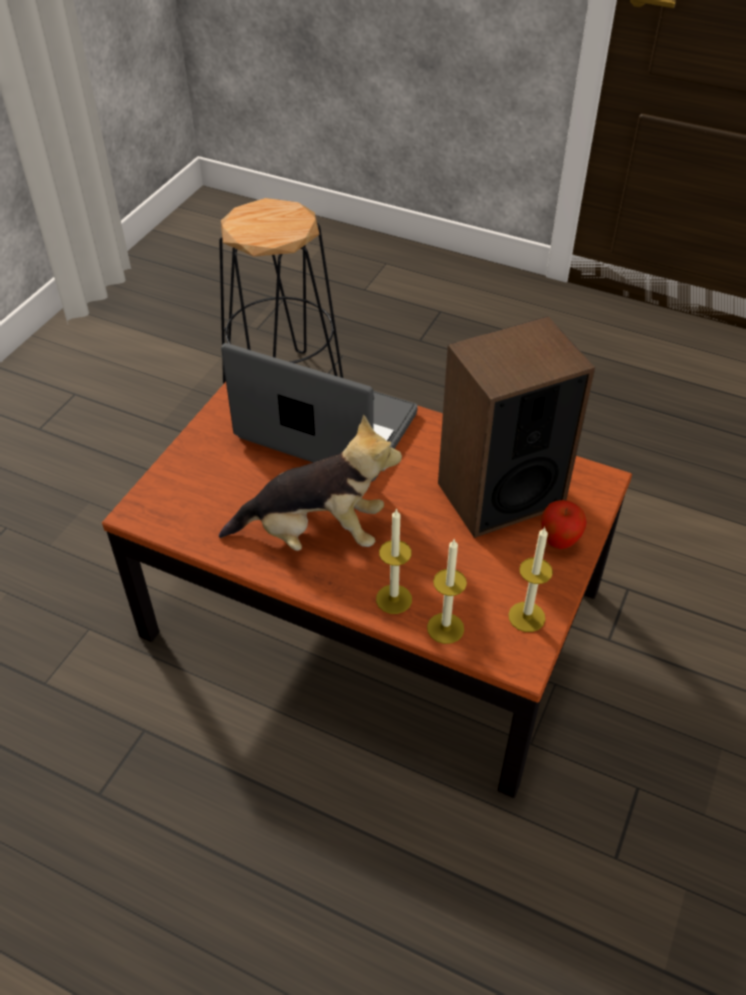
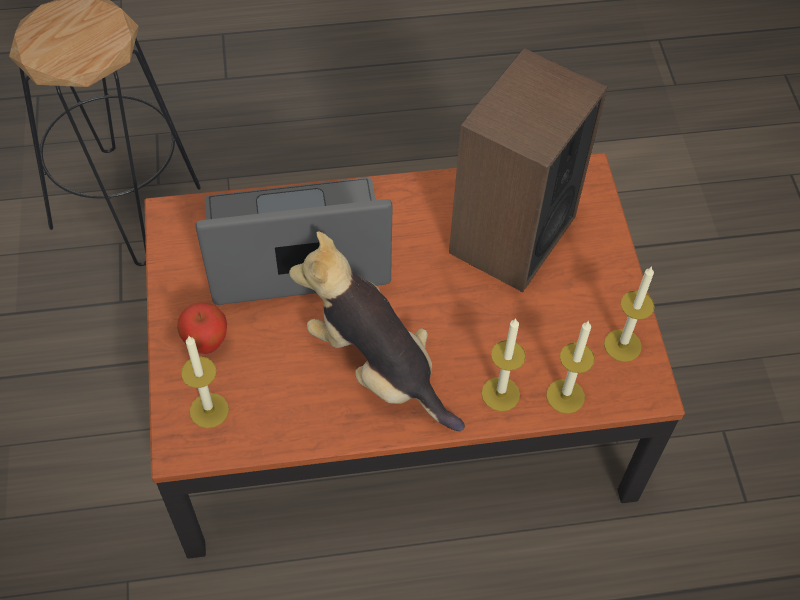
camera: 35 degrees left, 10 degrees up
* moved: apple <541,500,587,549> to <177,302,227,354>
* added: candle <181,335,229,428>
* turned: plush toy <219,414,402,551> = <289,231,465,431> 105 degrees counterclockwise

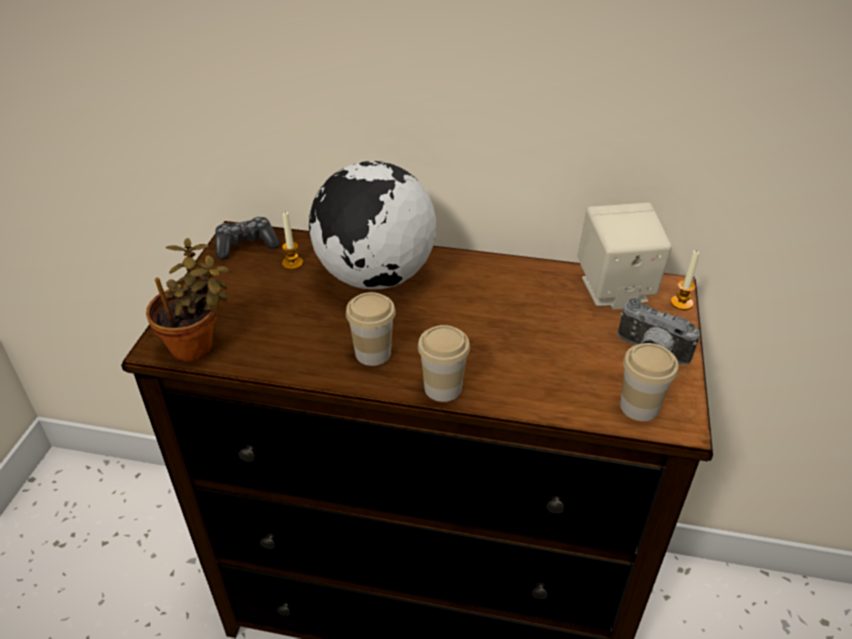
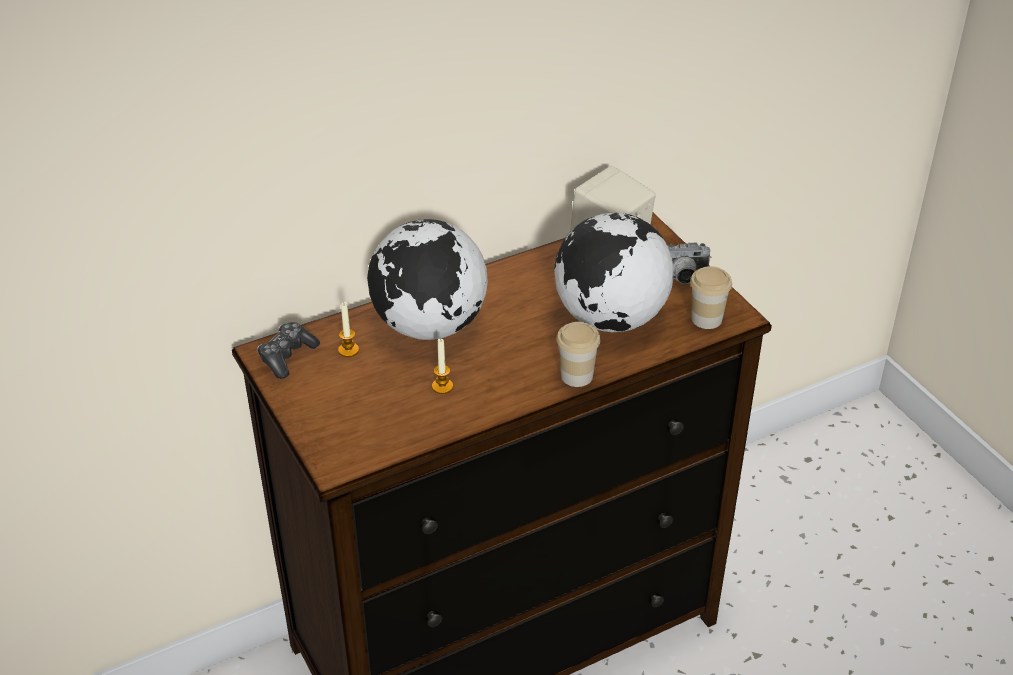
camera: 40 degrees left, 0 degrees up
* moved: candle <670,250,699,310> to <432,339,453,394>
* added: globe <554,213,674,332>
* removed: potted plant <146,238,230,361>
* removed: cup <346,292,396,366>

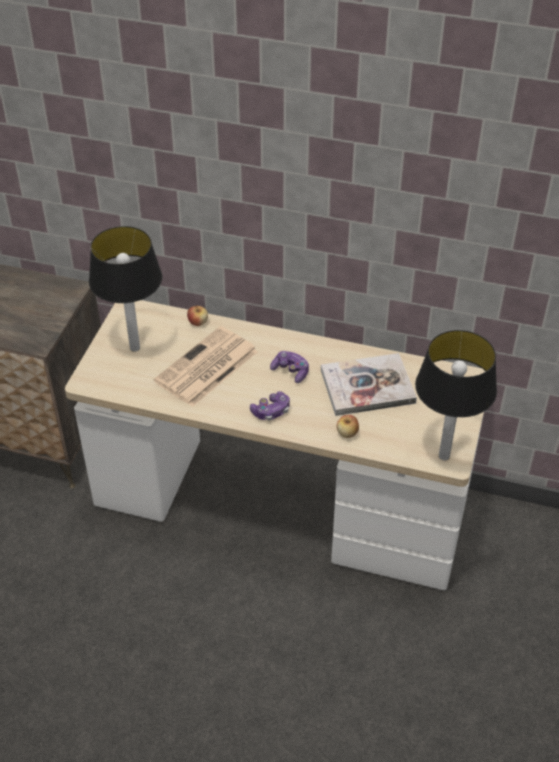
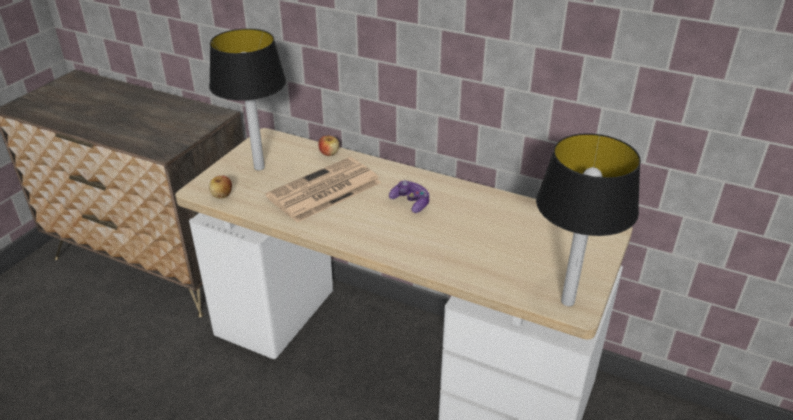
camera: 10 degrees right, 10 degrees down
* moved: apple <337,415,359,438> to <209,176,232,198>
* removed: game controller <250,391,290,421>
* removed: book <321,353,417,416>

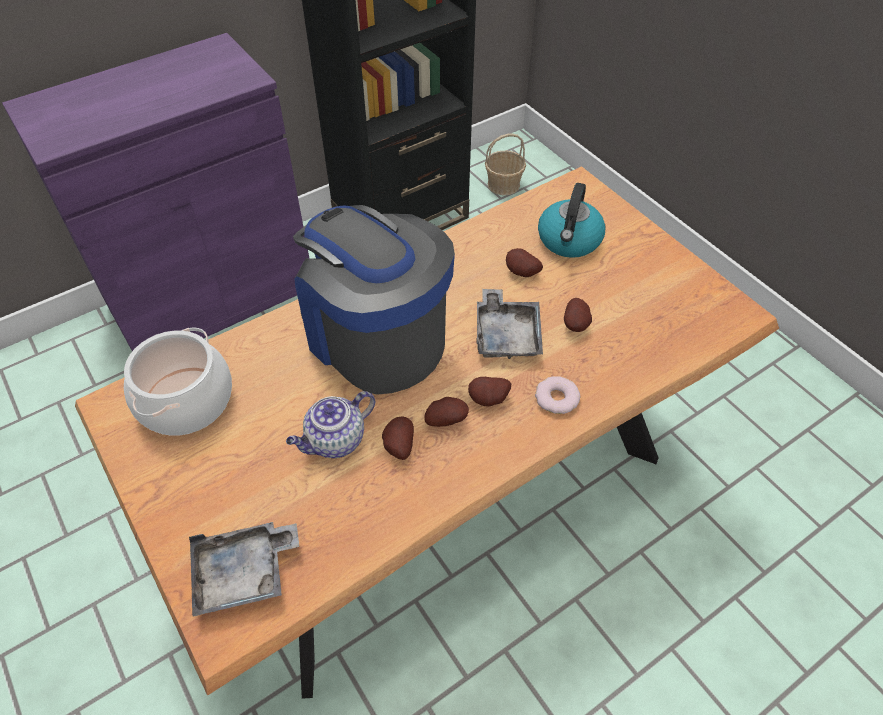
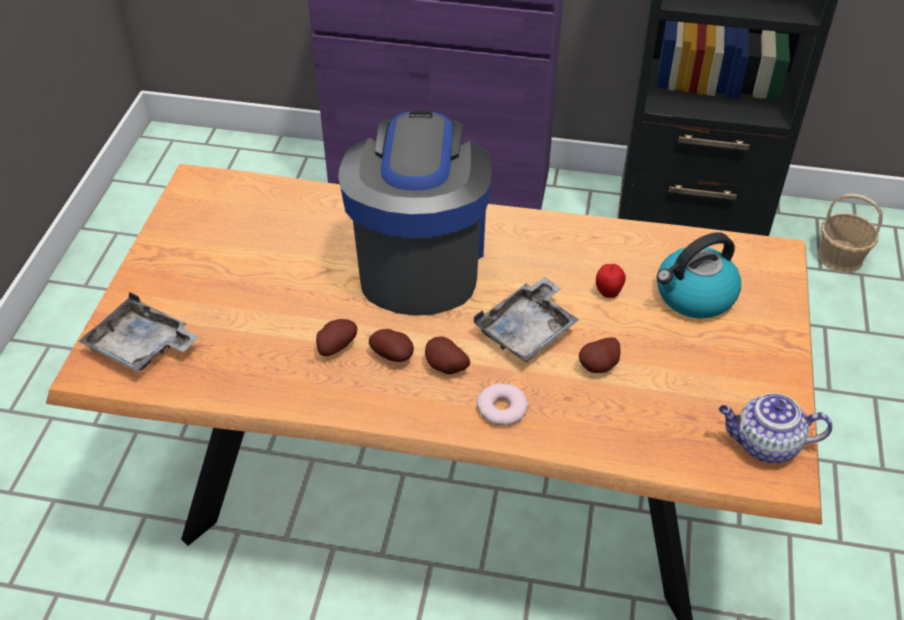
camera: 45 degrees right, 5 degrees down
* replaced: potato <506,248,543,277> to apple <596,264,626,298>
* moved: teapot <286,391,375,458> to <719,393,833,463>
* removed: cooking pot <124,327,232,436>

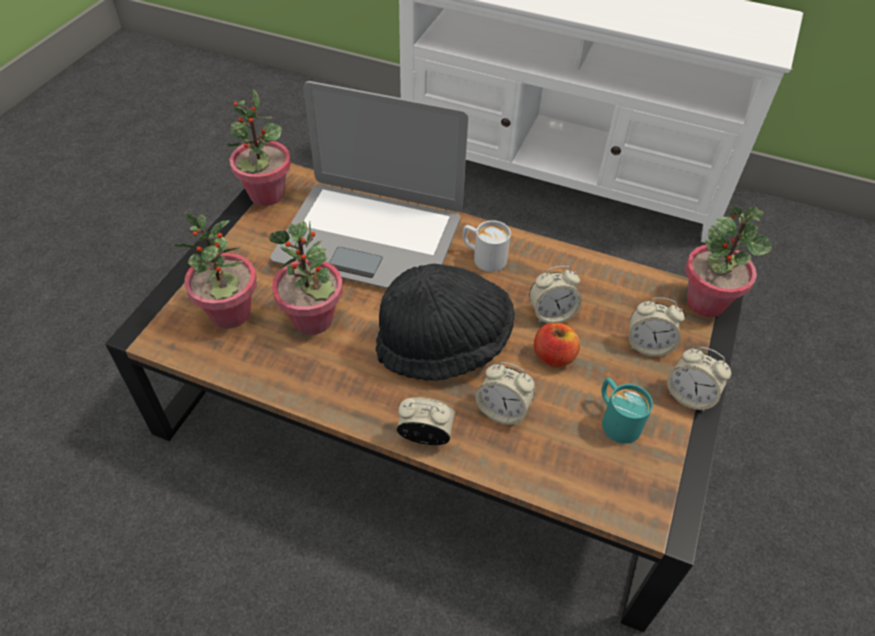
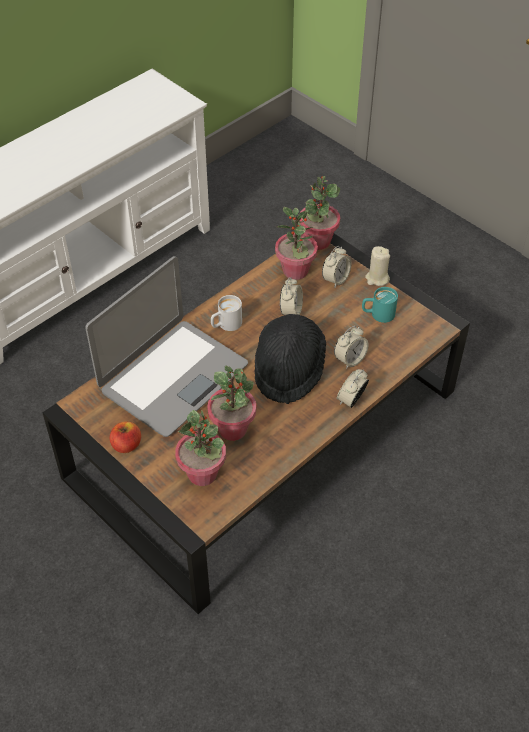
camera: 65 degrees left, 0 degrees up
* moved: apple <534,323,580,367> to <110,421,141,453>
* moved: potted plant <226,89,291,206> to <275,207,318,280>
* replaced: alarm clock <667,347,731,412> to beige candle <365,246,390,286>

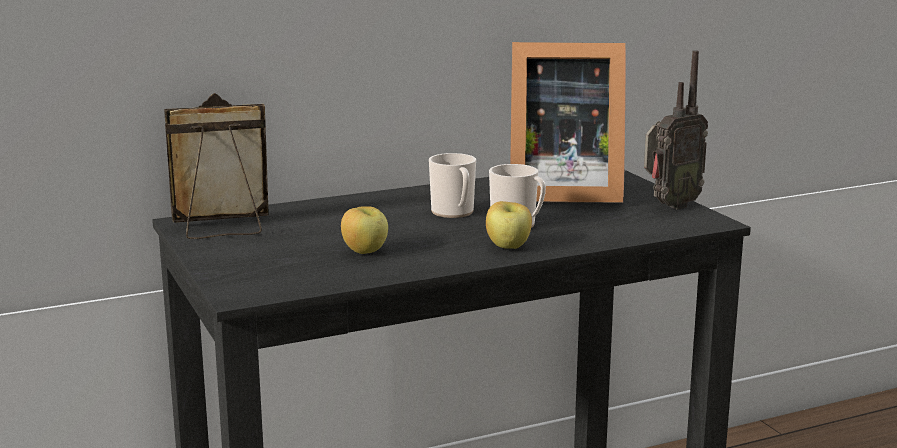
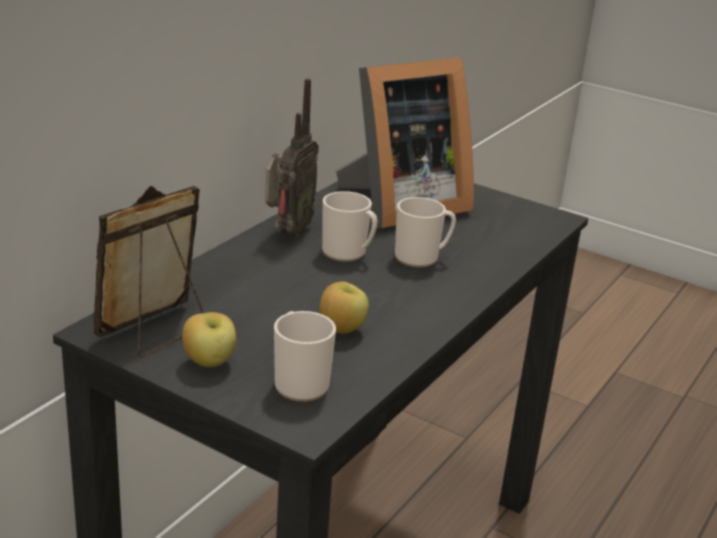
camera: 35 degrees left, 10 degrees up
* moved: apple <486,201,532,249> to <182,312,236,367>
* moved: radio <644,50,708,209> to <265,78,319,237>
* added: mug <274,311,336,402>

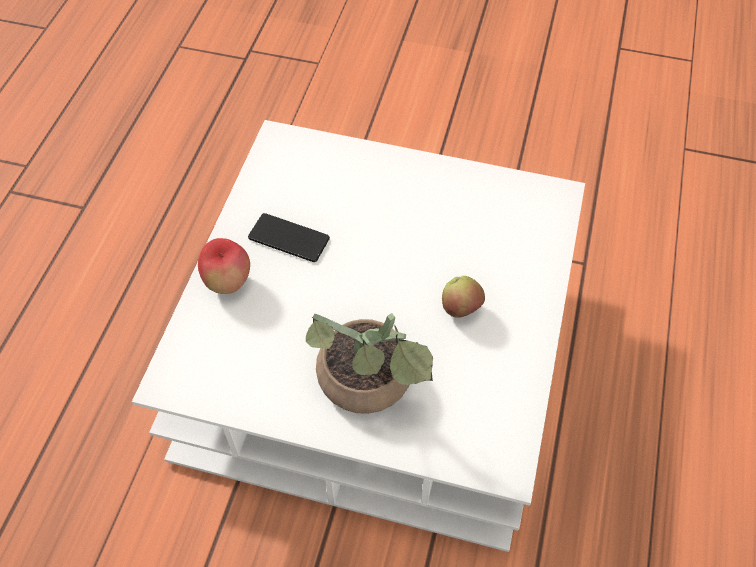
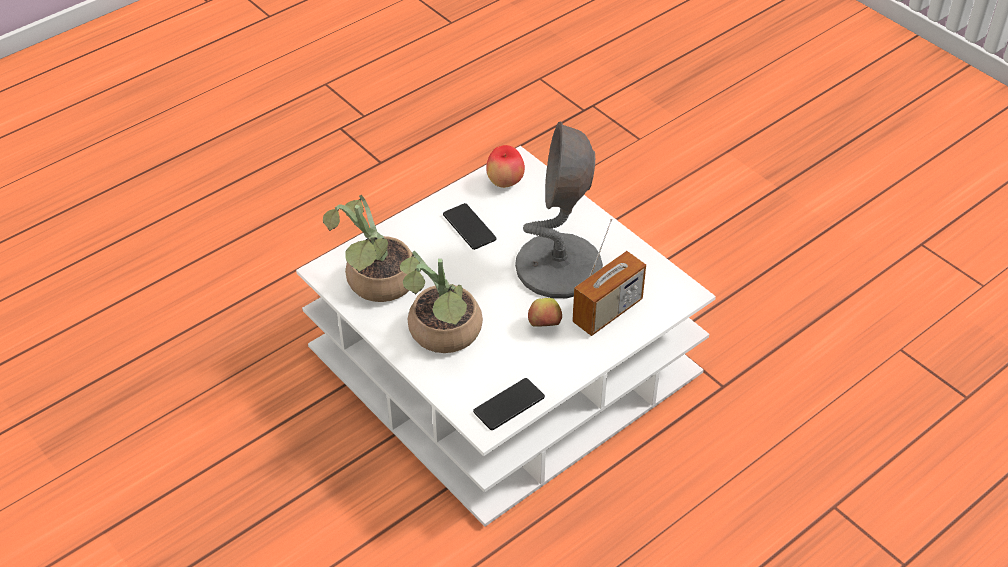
camera: 35 degrees right, 10 degrees down
* added: potted plant <323,195,415,302>
* added: phone <473,378,545,430>
* moved: apple <198,238,250,294> to <487,145,525,188>
* added: grey table lamp <515,122,603,298>
* added: radio <572,218,646,336>

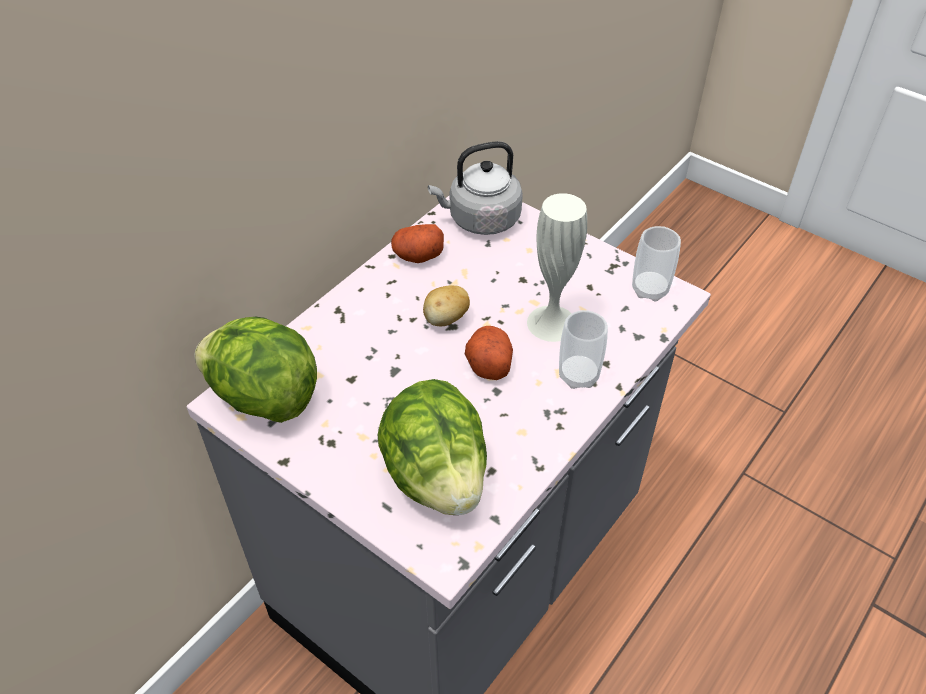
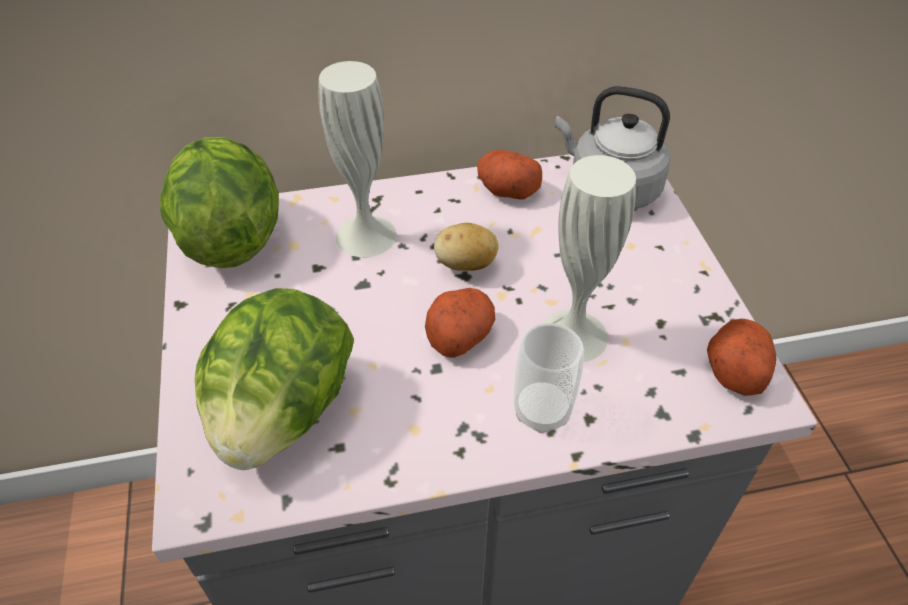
camera: 40 degrees right, 0 degrees up
* added: white vase <318,61,397,257>
* replaced: cup <632,226,681,301> to potato <707,319,776,396>

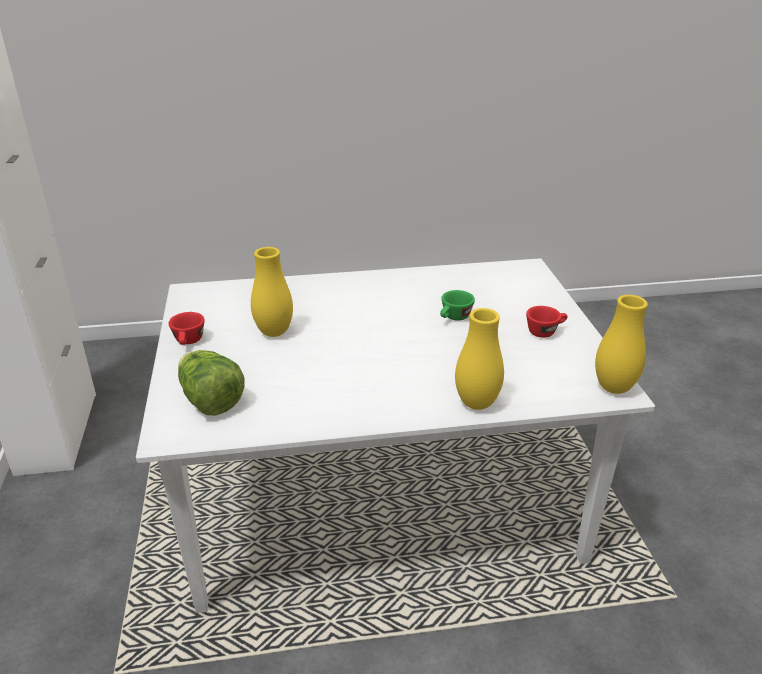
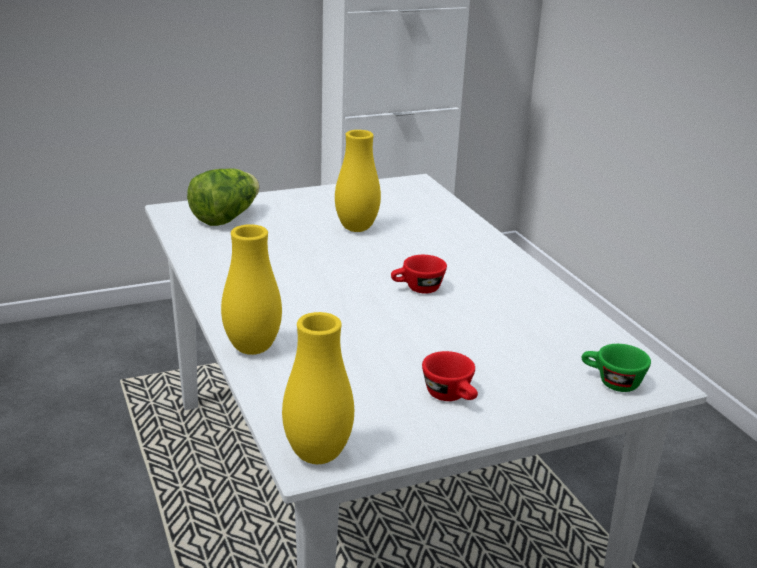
camera: 75 degrees right, 5 degrees down
* moved: red cup <169,312,205,345> to <391,255,447,294>
* moved: green cup <440,290,475,321> to <582,344,651,392>

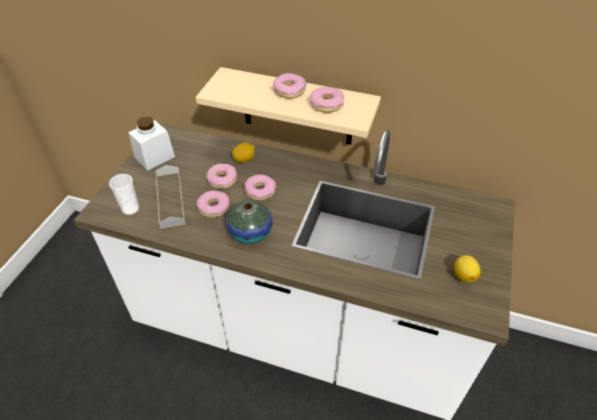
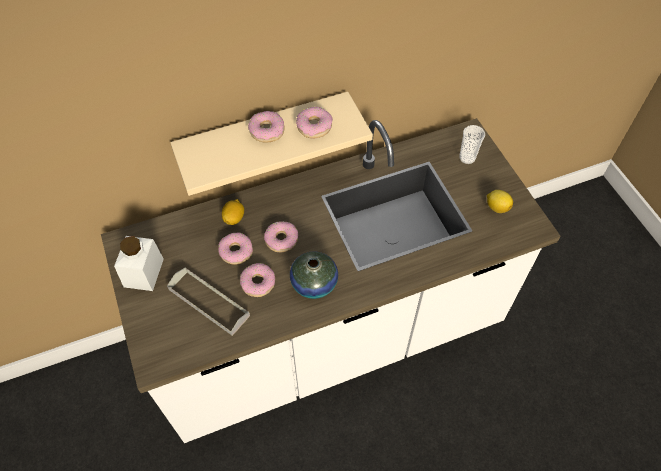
camera: 40 degrees left, 10 degrees up
* moved: cup <109,174,139,215> to <459,125,485,164>

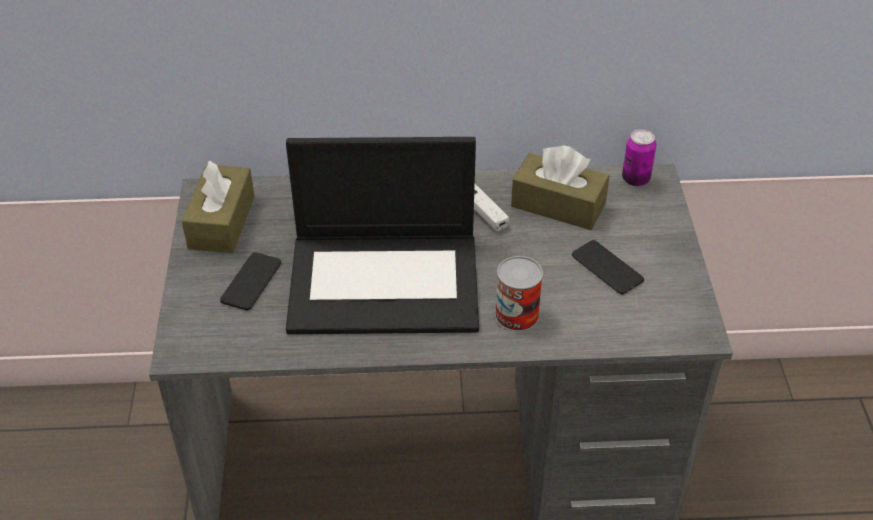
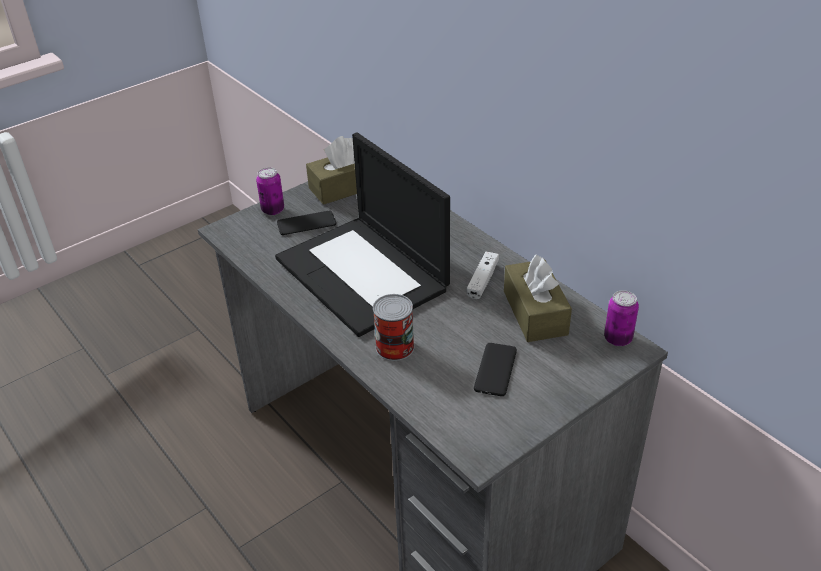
camera: 55 degrees right, 5 degrees down
* added: can <256,167,284,215>

